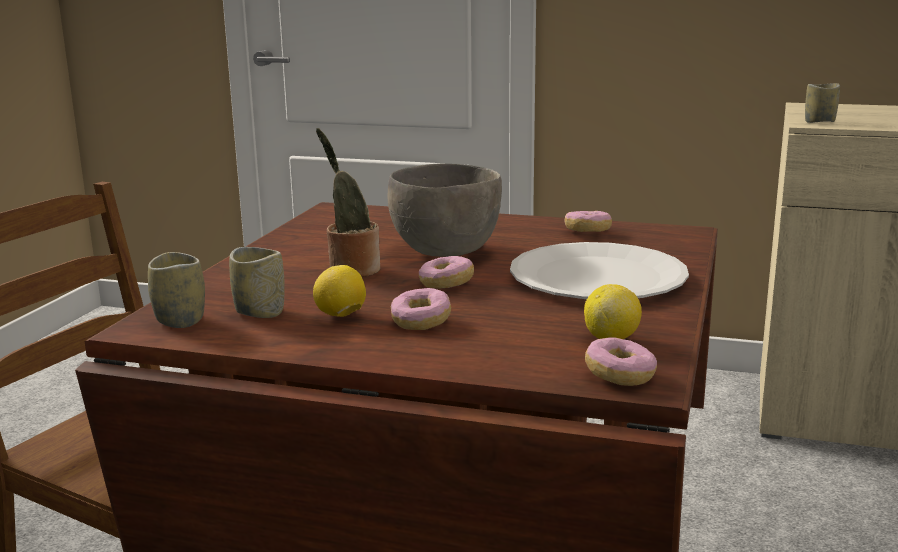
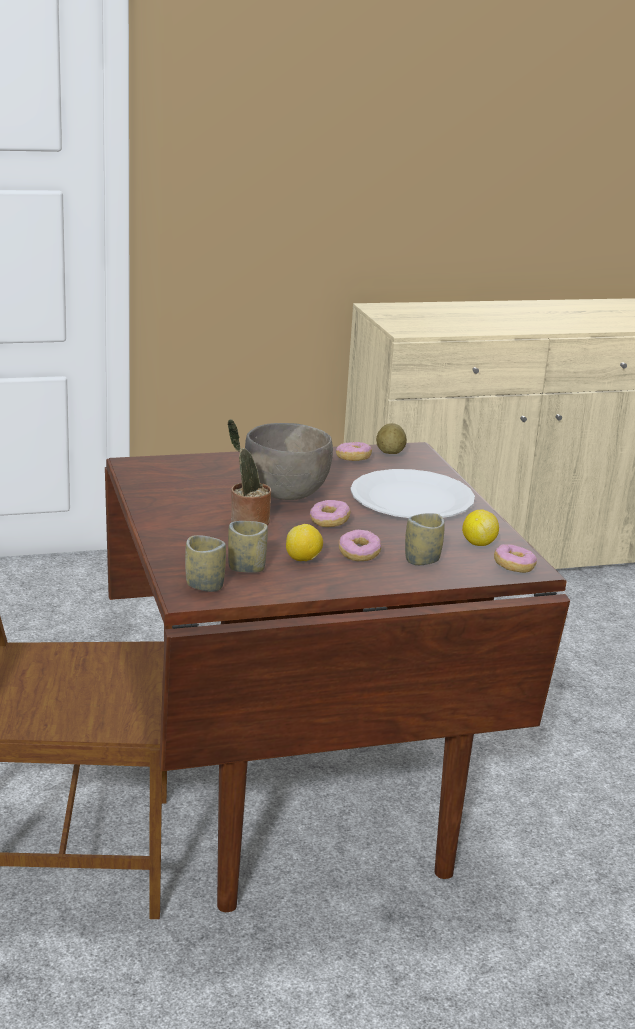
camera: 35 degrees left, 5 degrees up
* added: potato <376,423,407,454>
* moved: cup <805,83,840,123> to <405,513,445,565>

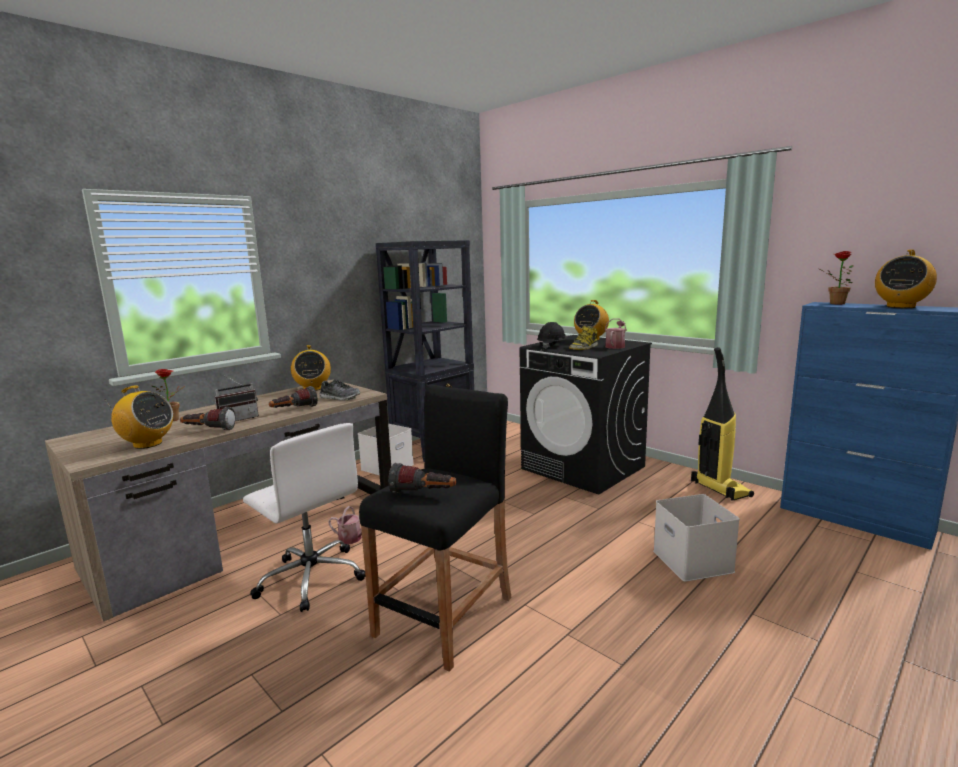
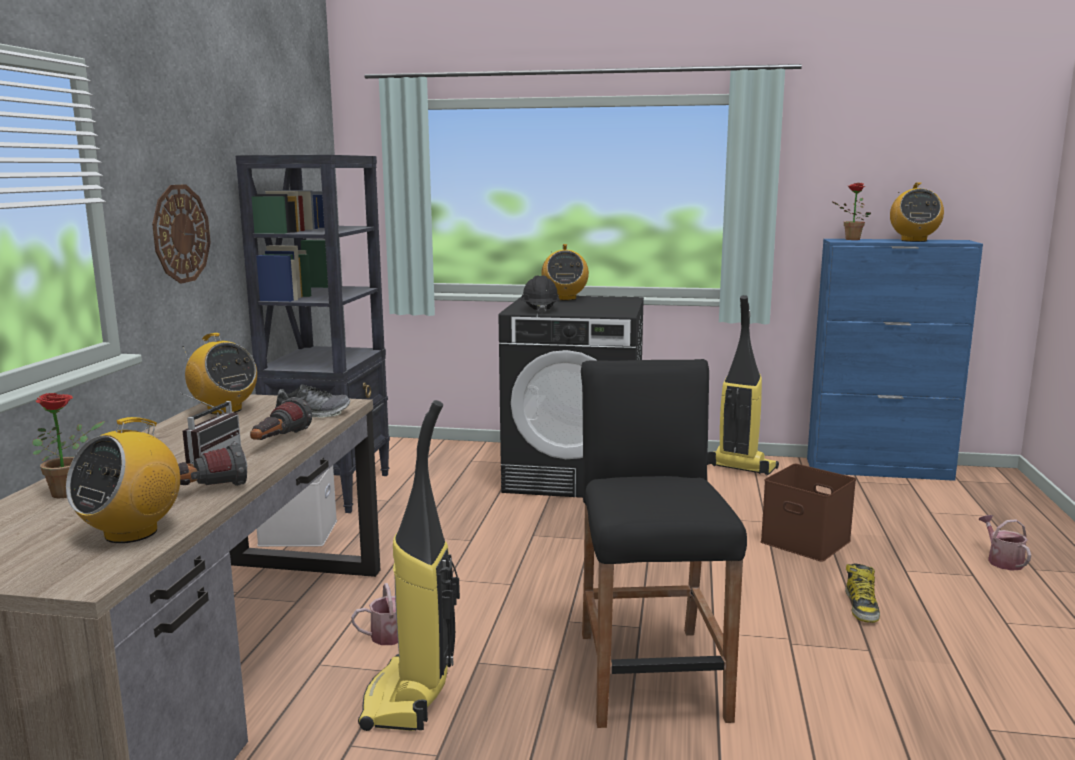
camera: 35 degrees left, 0 degrees up
* turned: radio <104,385,173,449> = <66,417,180,543> 135 degrees clockwise
* added: wall clock <152,184,211,284>
* replaced: white office chair <243,423,365,612> to vacuum cleaner <358,400,460,731>
* recoloured: white storage box <653,494,740,582> to brown storage box <761,464,856,562>
* moved: boot <569,326,598,350> to <845,564,880,623>
* moved: watering can <605,318,627,349> to <979,515,1031,571>
* removed: flashlight <388,463,456,493>

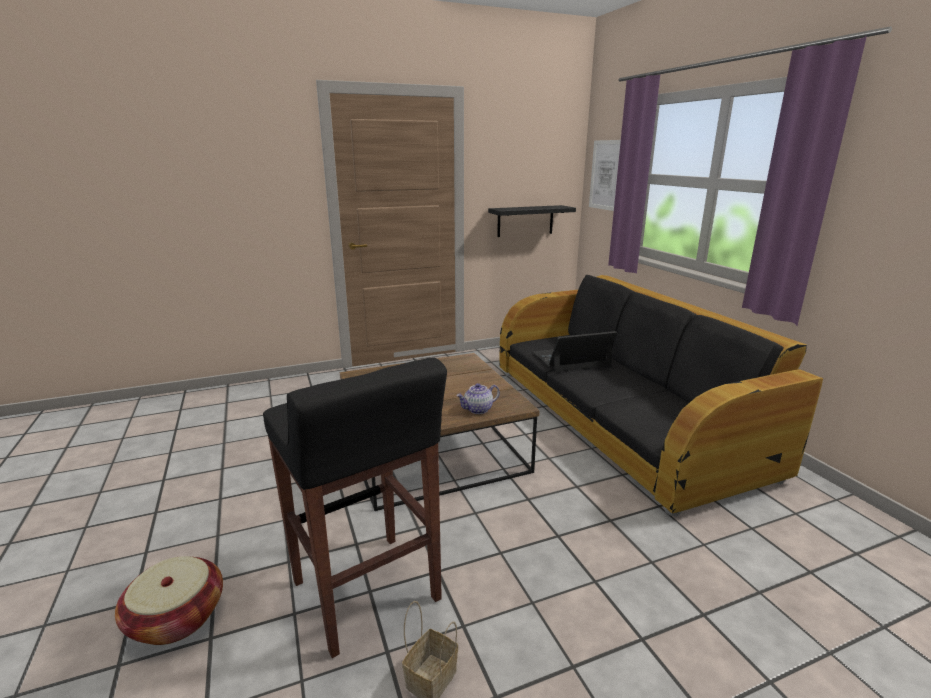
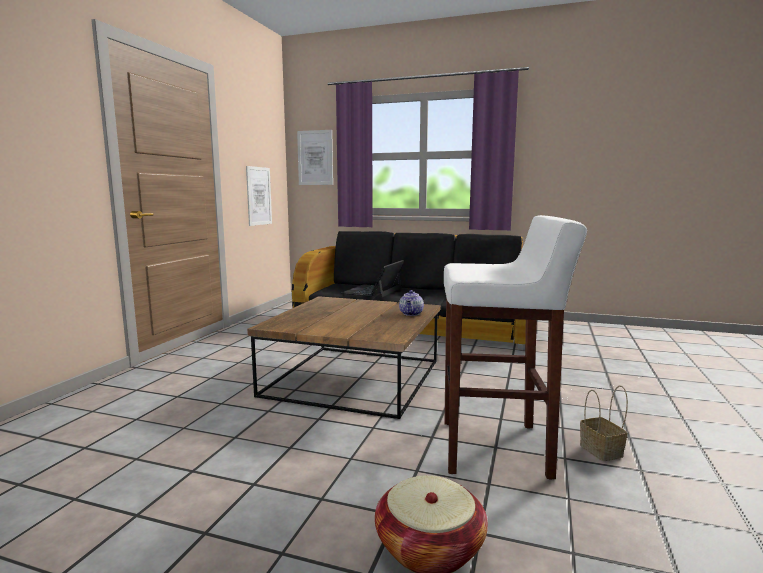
camera: 50 degrees left, 10 degrees down
* replaced: black shelf <488,205,576,237> to picture <246,166,272,226>
* recoloured: black stool <263,358,447,658> to white stool <444,215,587,480>

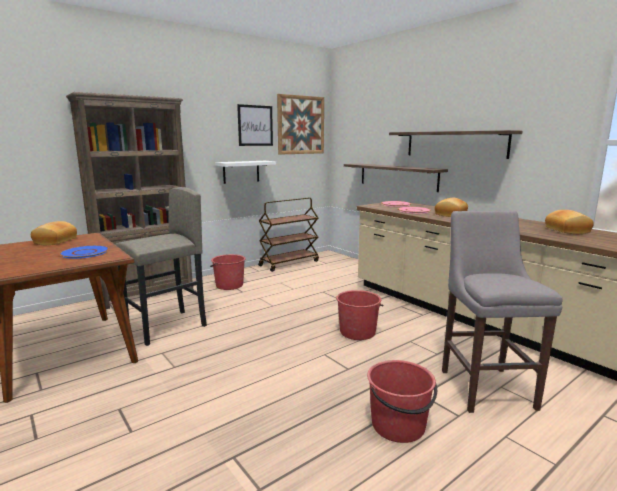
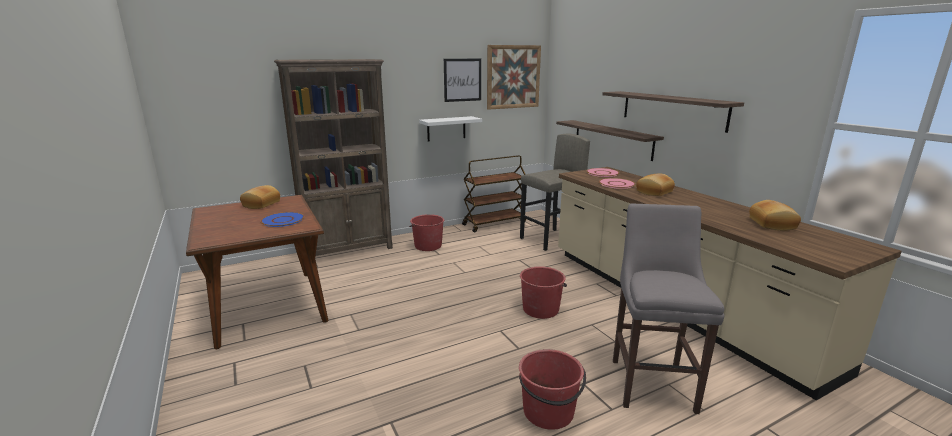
camera: 10 degrees right, 5 degrees up
* moved: grey stool <115,187,207,346> to <520,134,590,251>

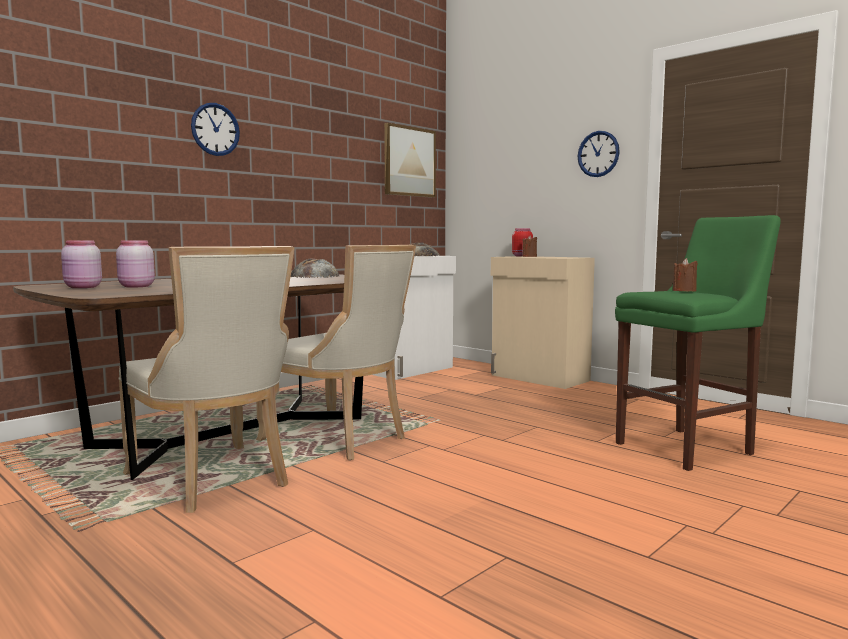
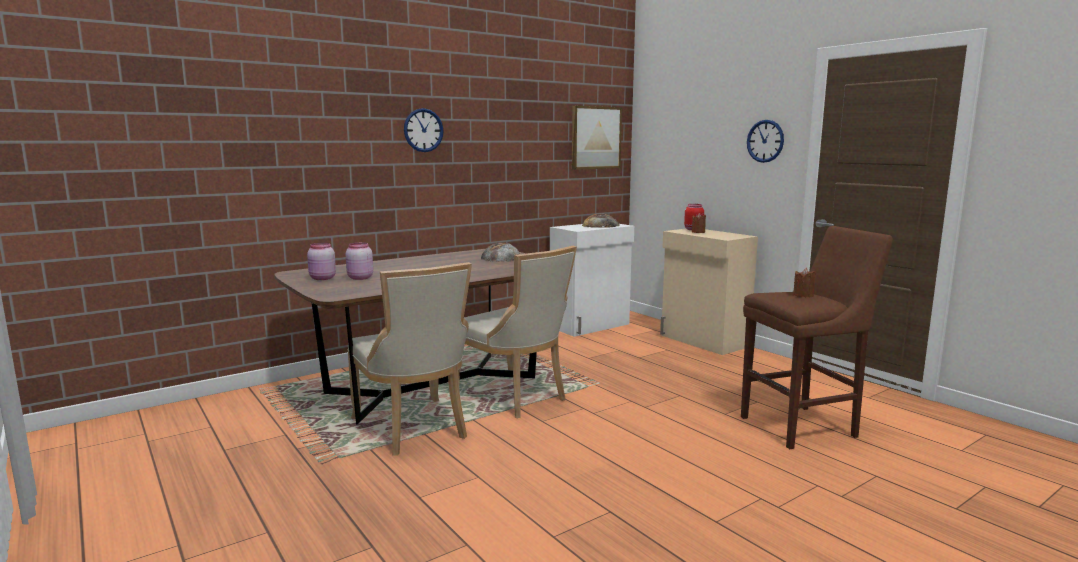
camera: 10 degrees right, 5 degrees up
* recoloured: green stool <615,215,781,471> to brown stool <741,226,893,449>

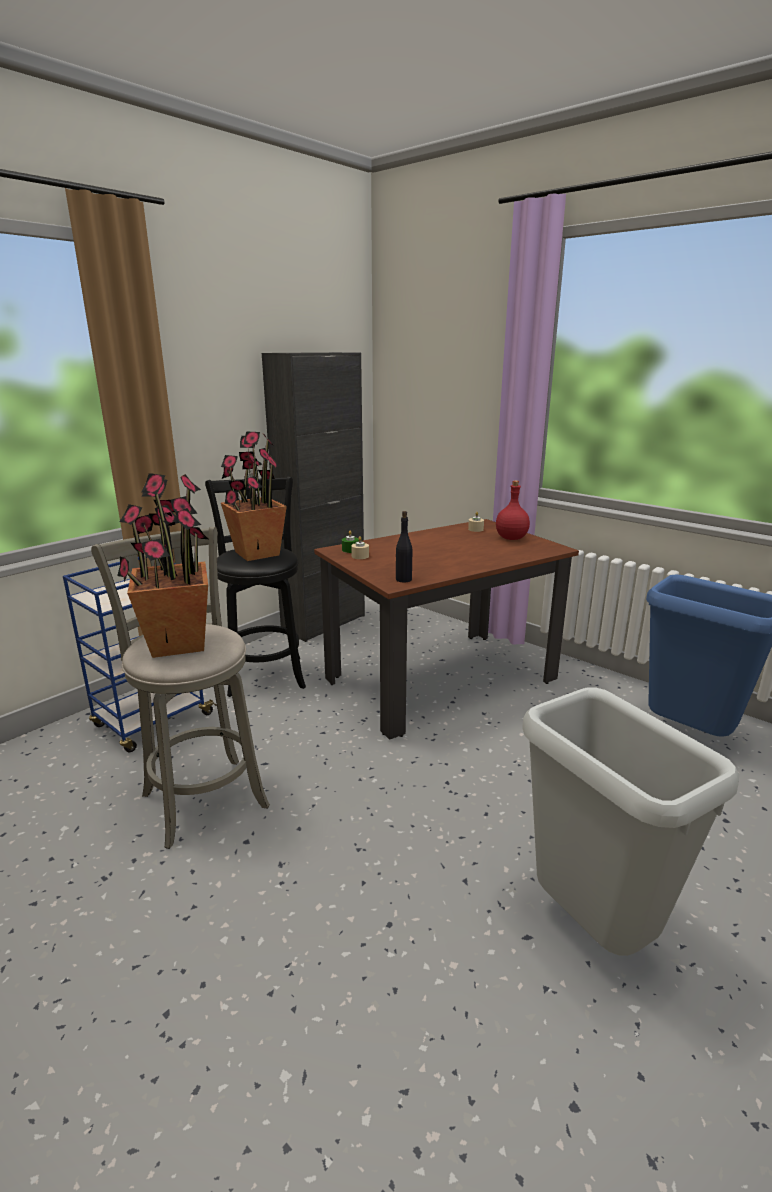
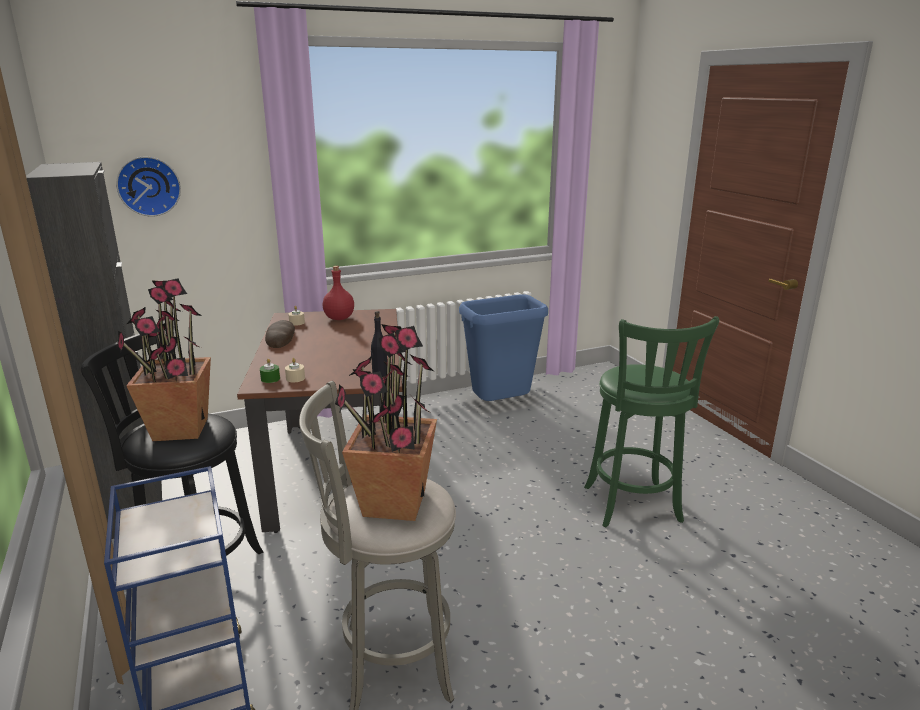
camera: 65 degrees left, 0 degrees up
* added: wall clock <116,157,181,216>
* added: bread <265,320,295,348>
* replaced: grey trash can <522,687,739,956> to green stool <584,316,719,527>

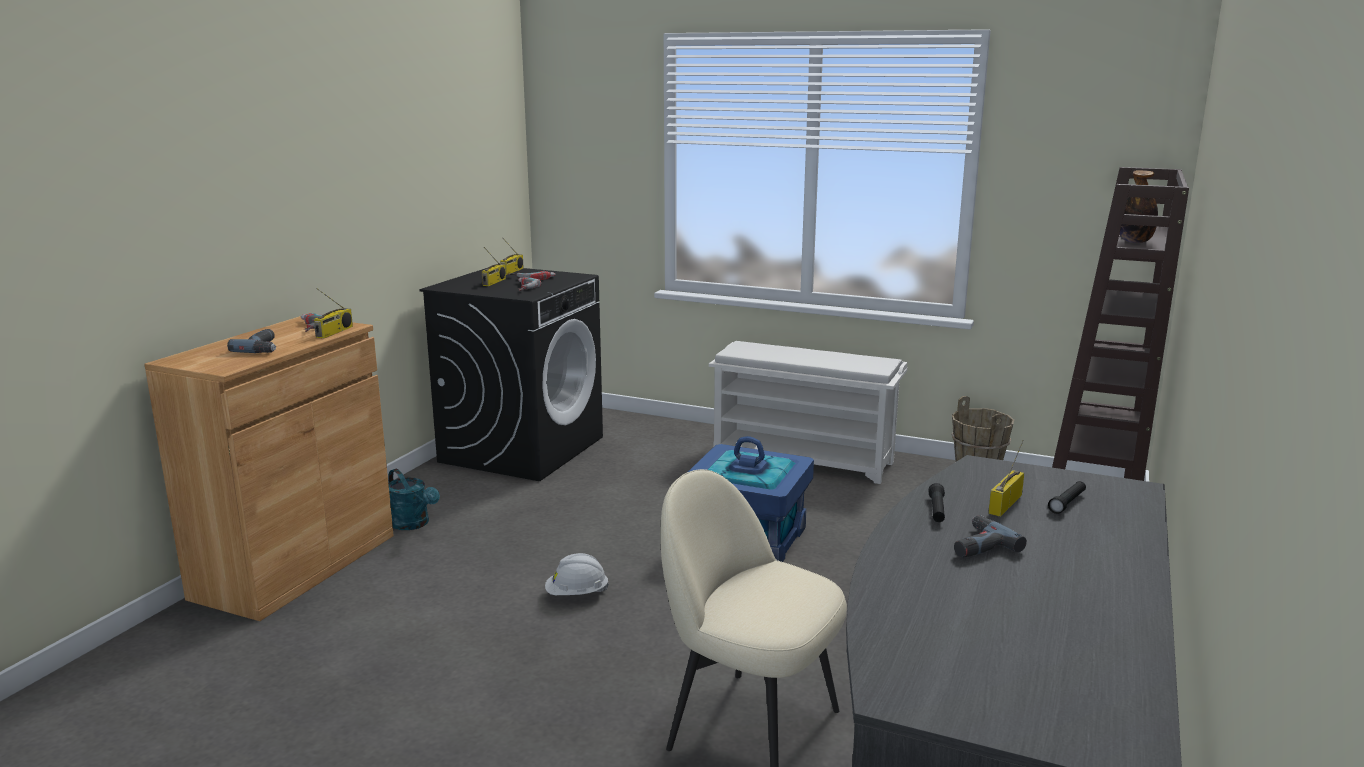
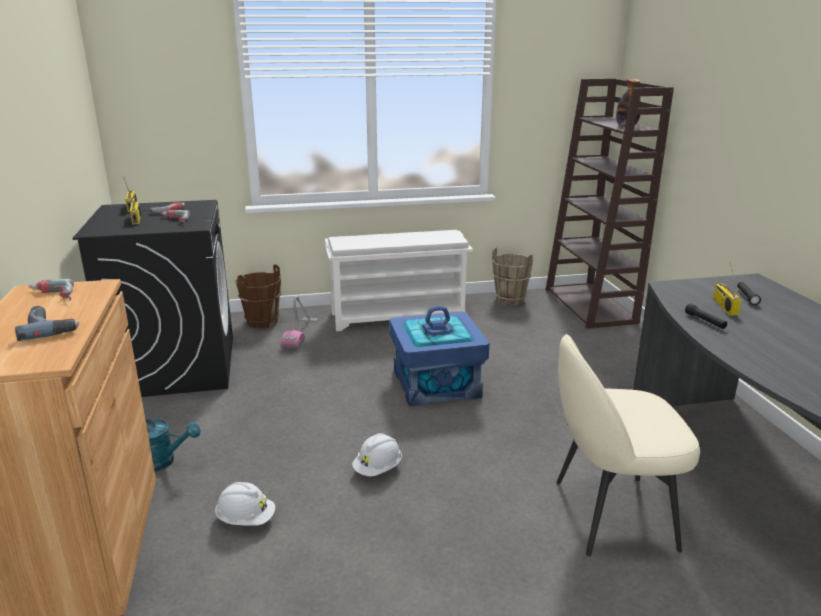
camera: 35 degrees left, 5 degrees up
* added: white hard hat <215,482,275,526>
* added: brown bucket <236,264,281,328>
* added: vacuum cleaner <281,296,318,349>
* removed: radio <314,288,353,338>
* removed: power drill <954,515,1027,558>

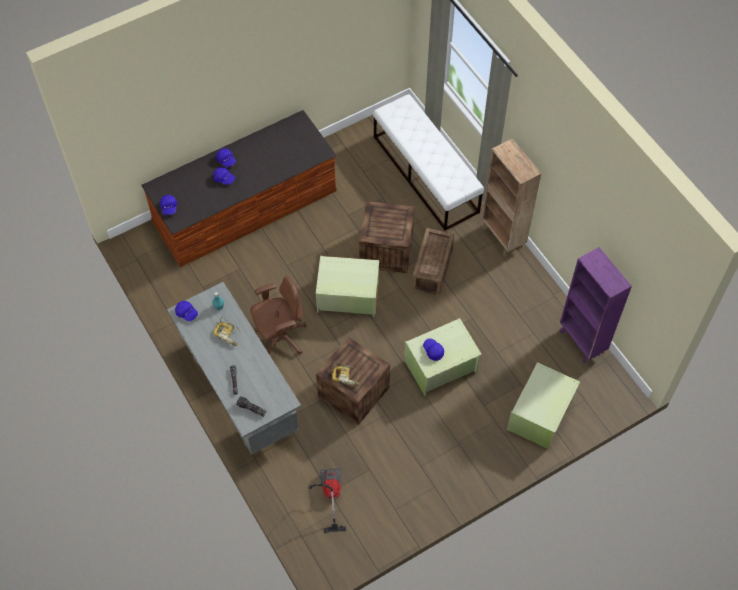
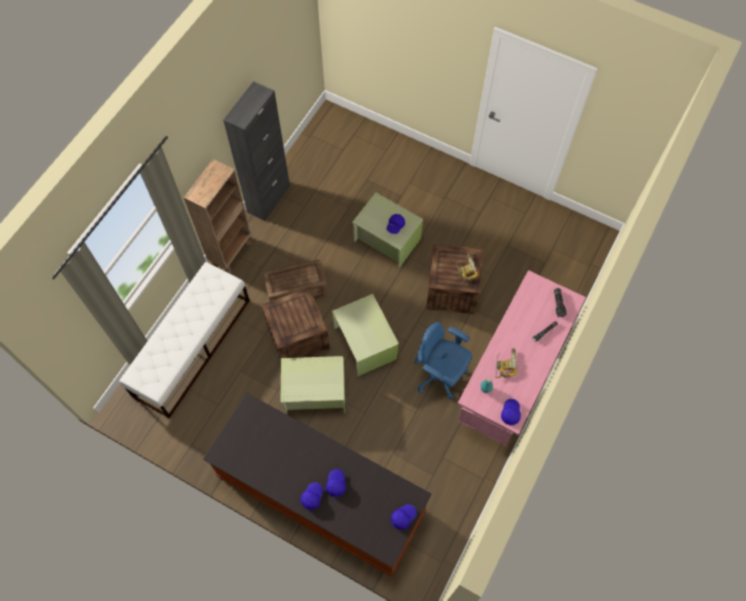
camera: 120 degrees left, 5 degrees up
* added: black cabinet <223,81,290,221>
* moved: green storage box <507,362,580,449> to <281,356,346,414>
* recoloured: brown office chair <250,276,306,358> to blue office chair <414,322,472,399>
* recoloured: grey desk <167,282,301,454> to pink desk <457,270,586,446>
* removed: vacuum cleaner <309,468,346,533>
* removed: purple bookcase <559,247,632,363>

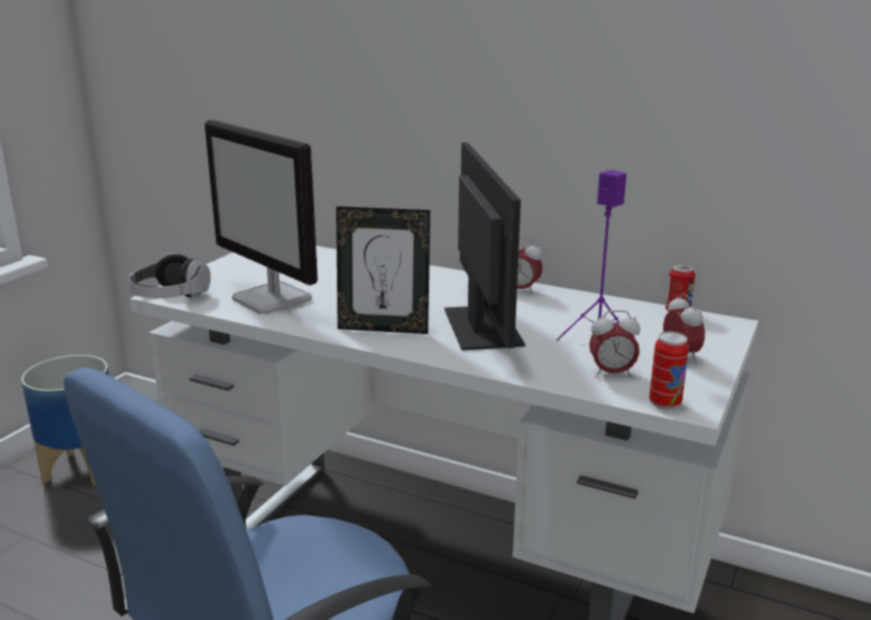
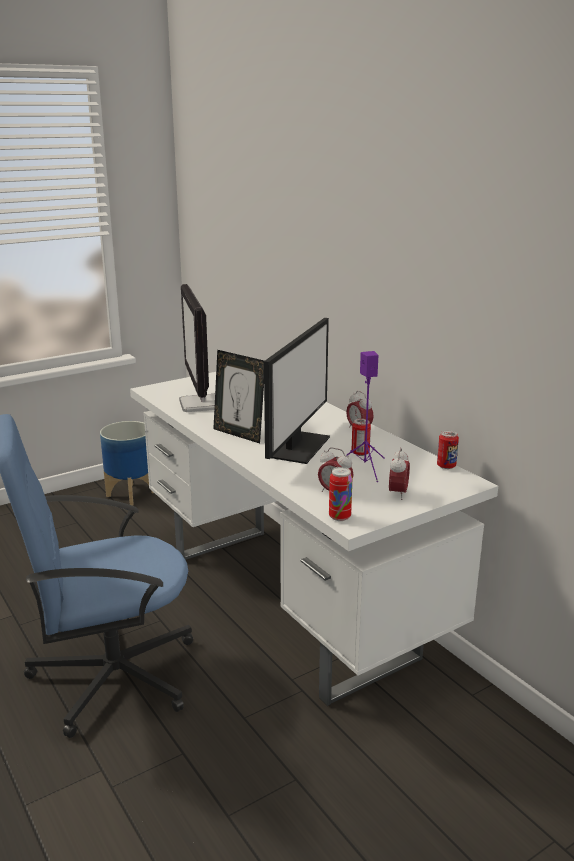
camera: 30 degrees right, 0 degrees up
* added: can <351,419,371,456>
* removed: headphones <129,253,211,298>

